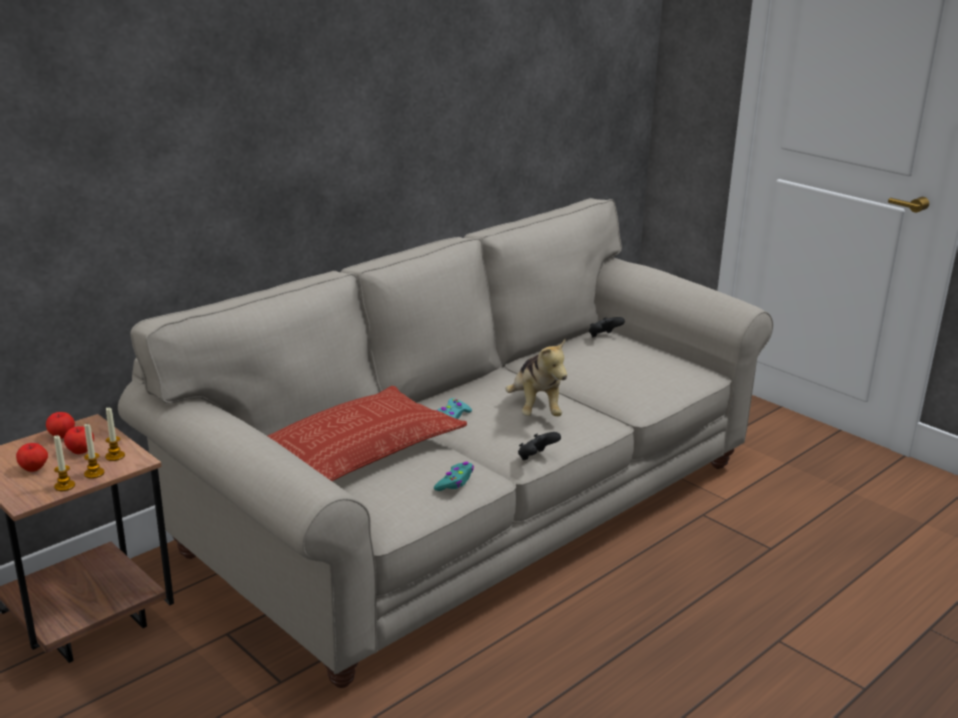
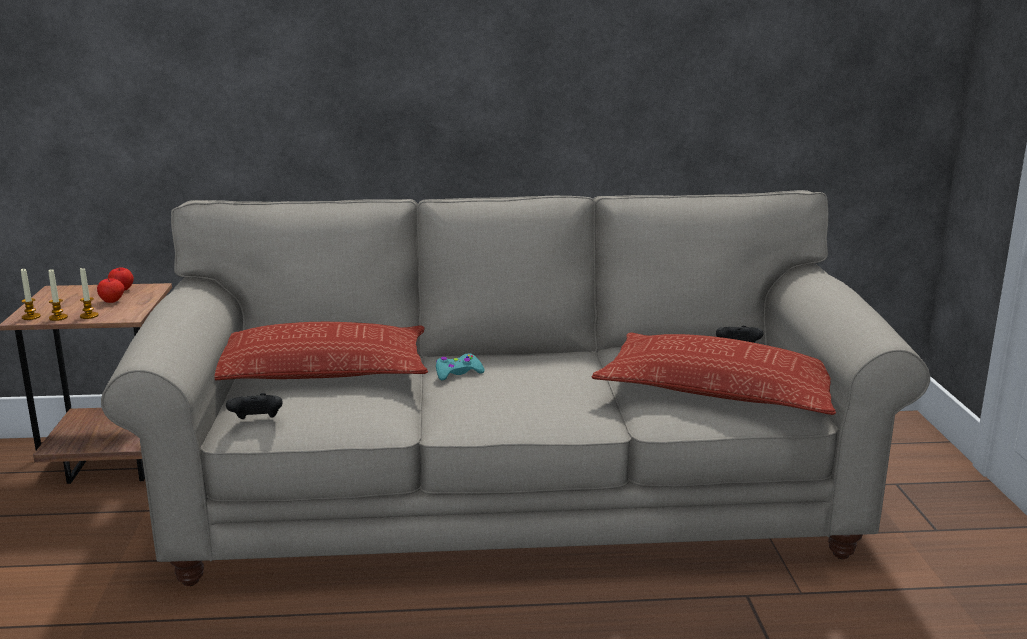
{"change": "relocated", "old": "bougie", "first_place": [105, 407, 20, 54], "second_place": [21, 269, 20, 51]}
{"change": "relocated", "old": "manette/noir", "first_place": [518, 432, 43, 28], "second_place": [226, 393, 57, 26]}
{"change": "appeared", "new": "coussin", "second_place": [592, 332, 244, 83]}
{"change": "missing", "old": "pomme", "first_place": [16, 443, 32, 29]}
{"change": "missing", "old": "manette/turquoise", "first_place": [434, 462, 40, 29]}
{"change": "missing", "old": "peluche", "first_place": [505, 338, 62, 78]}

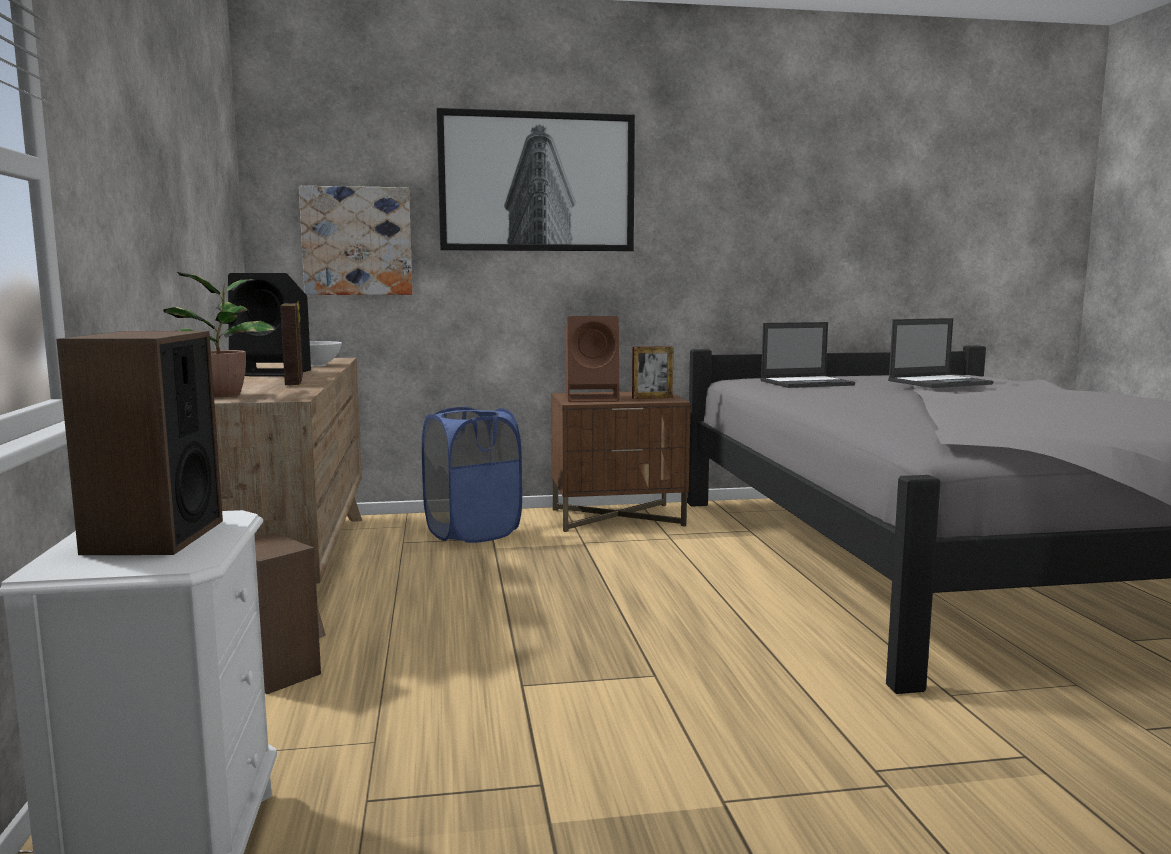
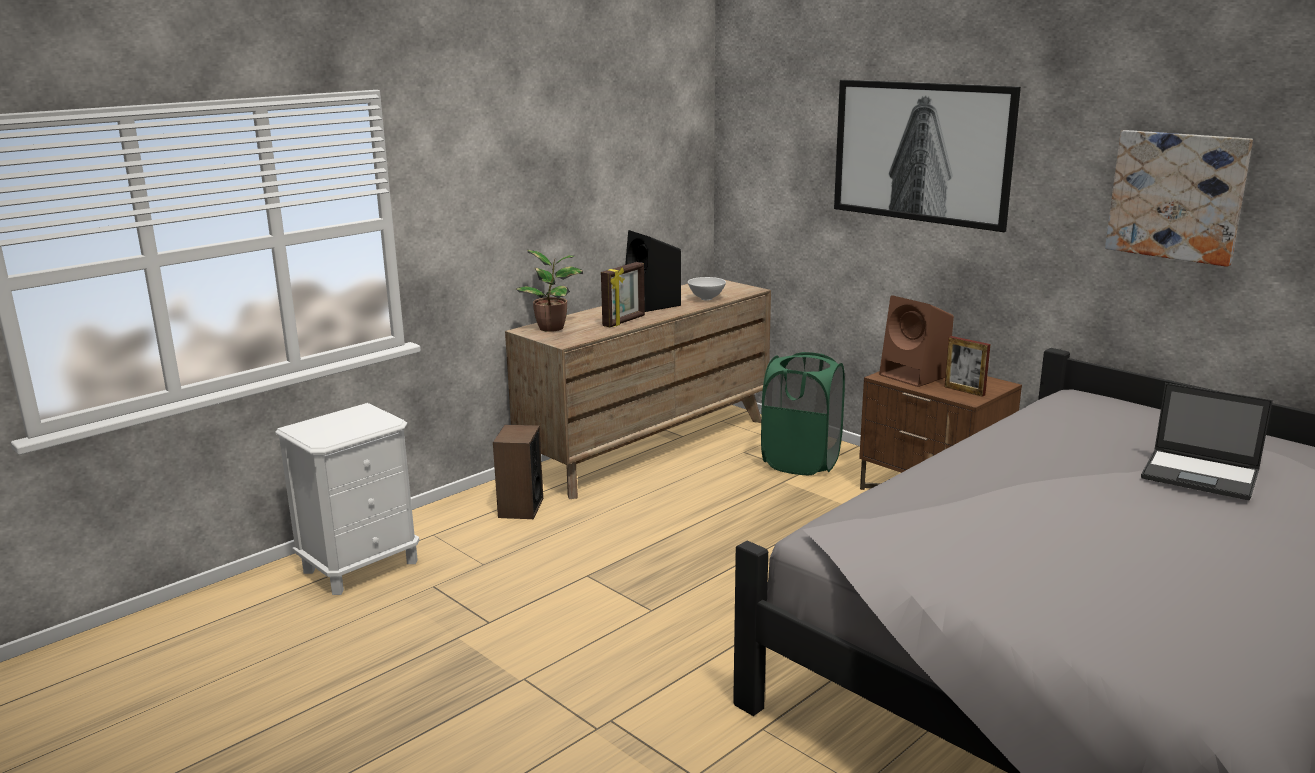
{"change": "colour", "old": "panier à linge/bleu", "new": "panier à linge/vert", "first_place": [422, 407, 100, 136], "second_place": [761, 352, 84, 123]}
{"change": "relocated", "old": "tableau", "first_place": [299, 186, 114, 109], "second_place": [1105, 130, 148, 137]}
{"change": "missing", "old": "enceinte", "first_place": [56, 331, 167, 224]}
{"change": "missing", "old": "ordinateur portable", "first_place": [760, 322, 95, 66]}

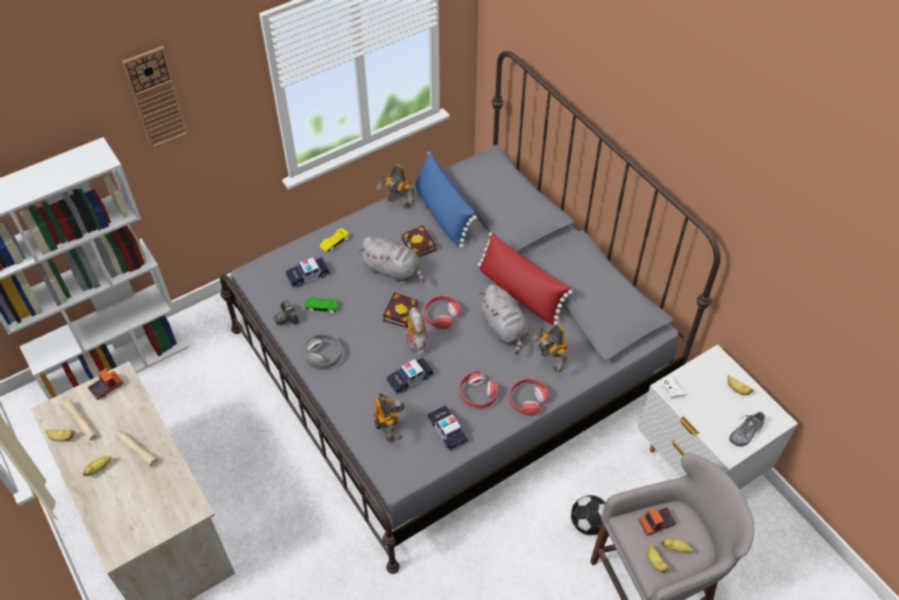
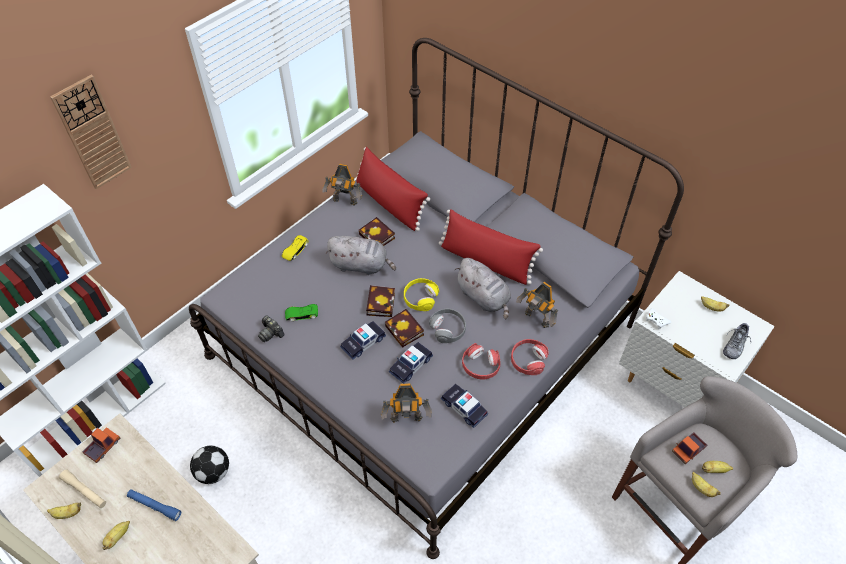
{"change": "colour", "old": "lampe de poche/beige", "new": "lampe de poche/bleu", "first_place": [115, 430, 43, 37], "second_place": [127, 489, 54, 32]}
{"change": "relocated", "old": "ballon de foot", "first_place": [571, 495, 34, 40], "second_place": [190, 445, 39, 39]}
{"change": "relocated", "old": "petite voiture", "first_place": [286, 257, 44, 31], "second_place": [340, 321, 46, 39]}
{"change": "colour", "old": "coussin/bleu", "new": "coussin/rouge", "first_place": [415, 152, 62, 96], "second_place": [356, 147, 74, 84]}
{"change": "spun", "old": "robot jouet", "first_place": [374, 393, 31, 50], "second_place": [381, 383, 51, 40], "degrees": 120}
{"change": "exchanged", "old": "peluche", "new": "livre", "first_place": [404, 307, 25, 49], "second_place": [385, 309, 39, 39]}
{"change": "colour", "old": "casque audio/rouge", "new": "casque audio/jaune", "first_place": [424, 295, 37, 35], "second_place": [404, 278, 35, 33]}
{"change": "relocated", "old": "casque audio/gris", "first_place": [306, 334, 36, 35], "second_place": [429, 308, 37, 35]}

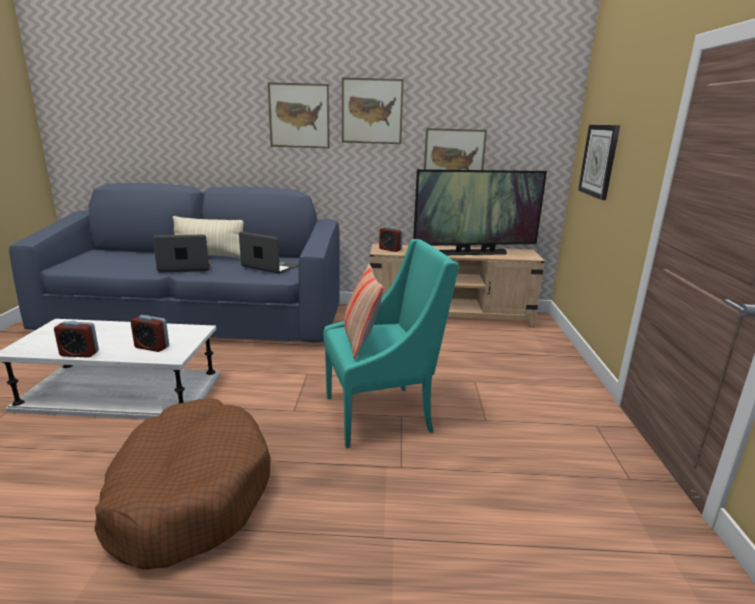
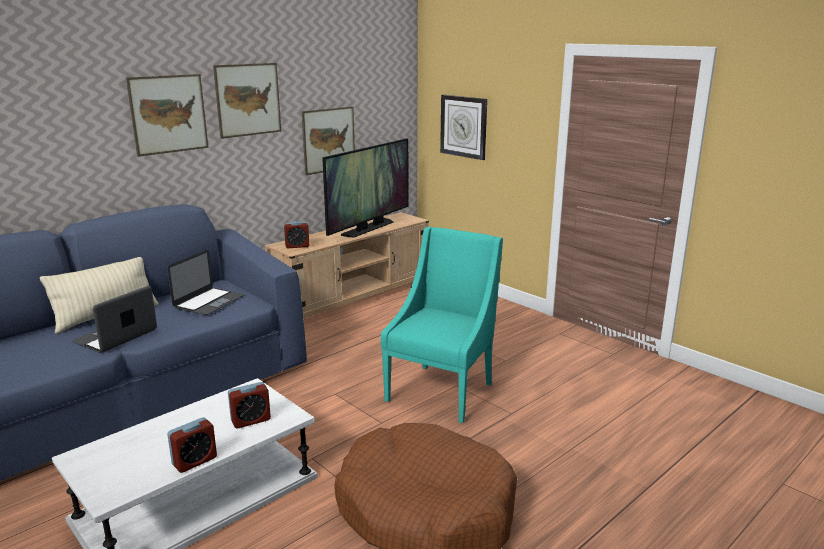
{"change": "spun", "old": "ordinateur portable", "first_place": [239, 232, 59, 42], "second_place": [167, 250, 77, 65], "degrees": 135}
{"change": "missing", "old": "coussin", "first_place": [344, 264, 40, 95]}

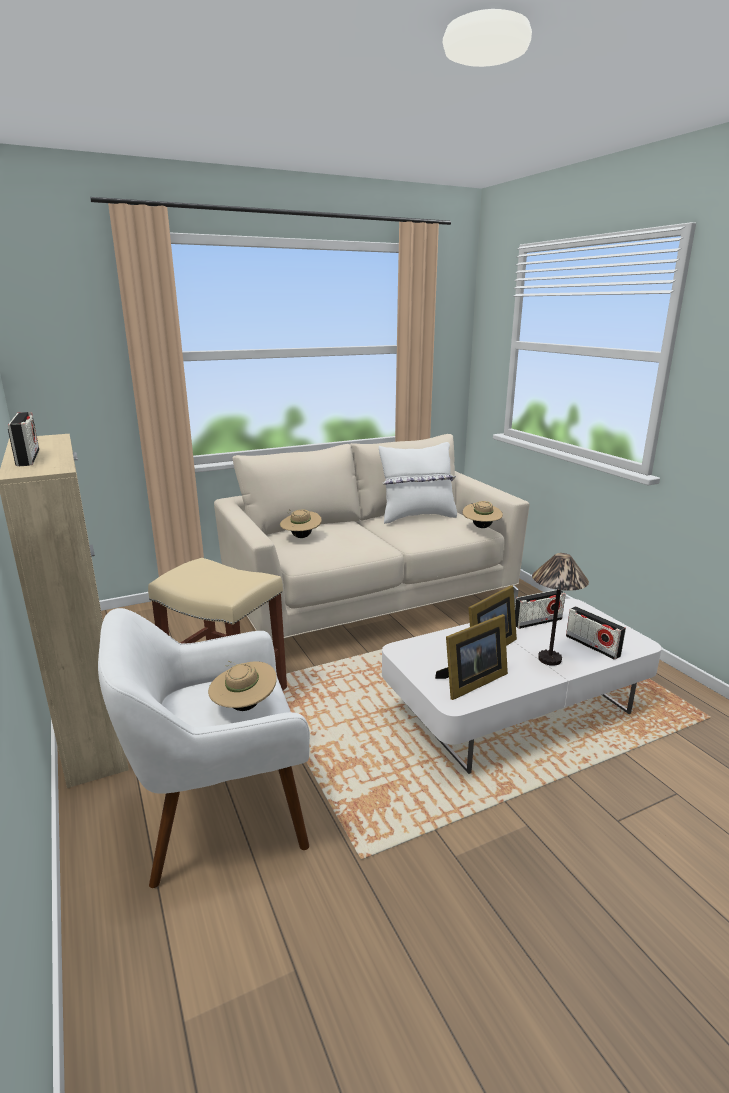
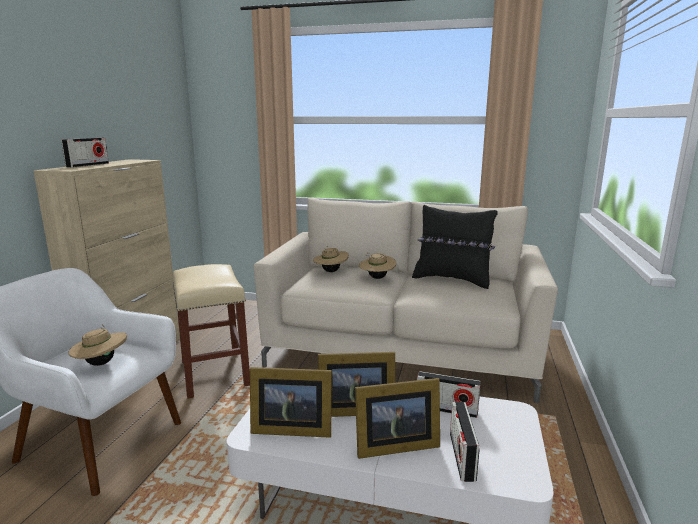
{"change": "exchanged", "old": "lampe de table", "new": "cadre photo", "first_place": [532, 553, 57, 113], "second_place": [355, 378, 85, 81]}
{"change": "relocated", "old": "chapeau/beige", "first_place": [463, 501, 40, 27], "second_place": [359, 253, 37, 26]}
{"change": "colour", "old": "coussin/blanc", "new": "coussin/noir", "first_place": [379, 442, 78, 82], "second_place": [412, 205, 86, 84]}

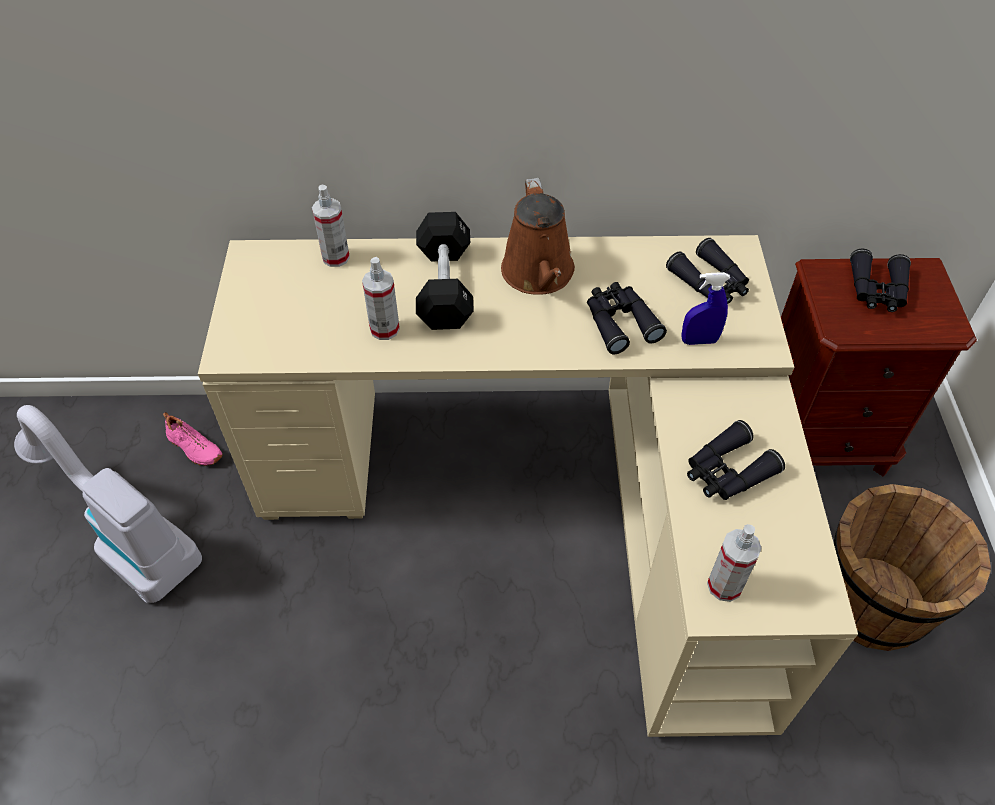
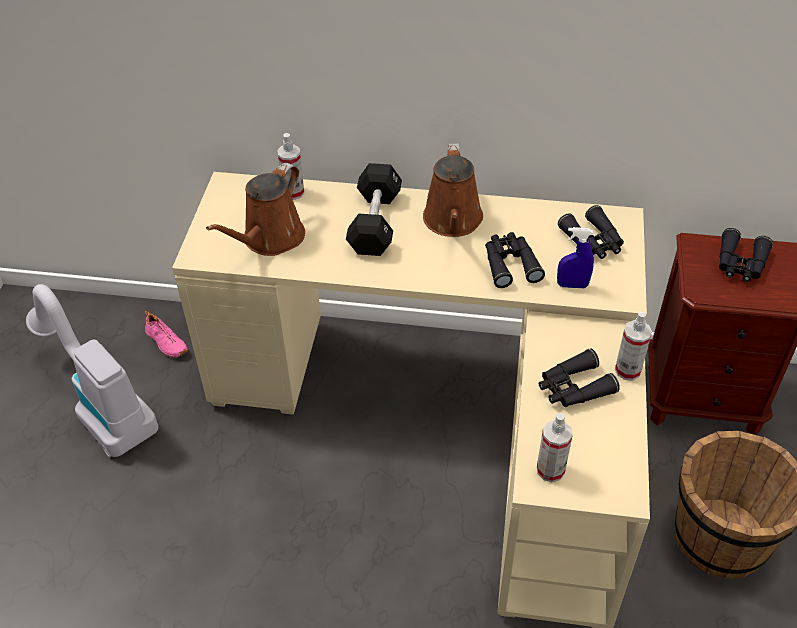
{"change": "appeared", "new": "arrosoir/marron", "second_place": [206, 163, 99, 93]}
{"change": "relocated", "old": "vaporisateur", "first_place": [362, 257, 38, 83], "second_place": [615, 311, 37, 70]}

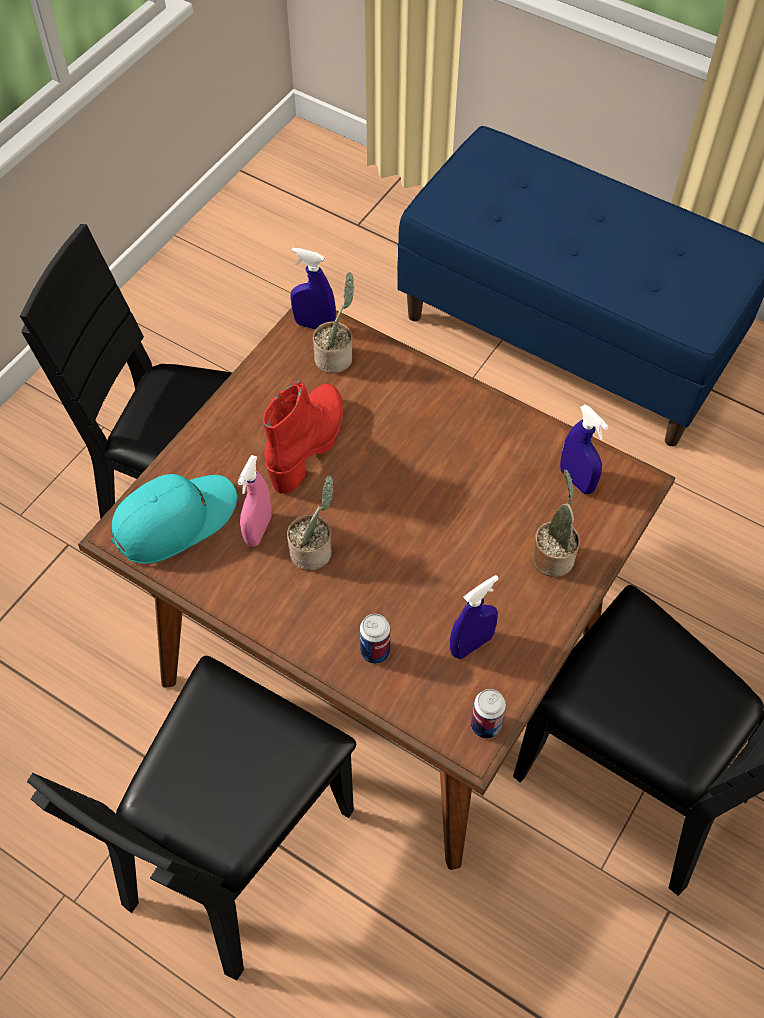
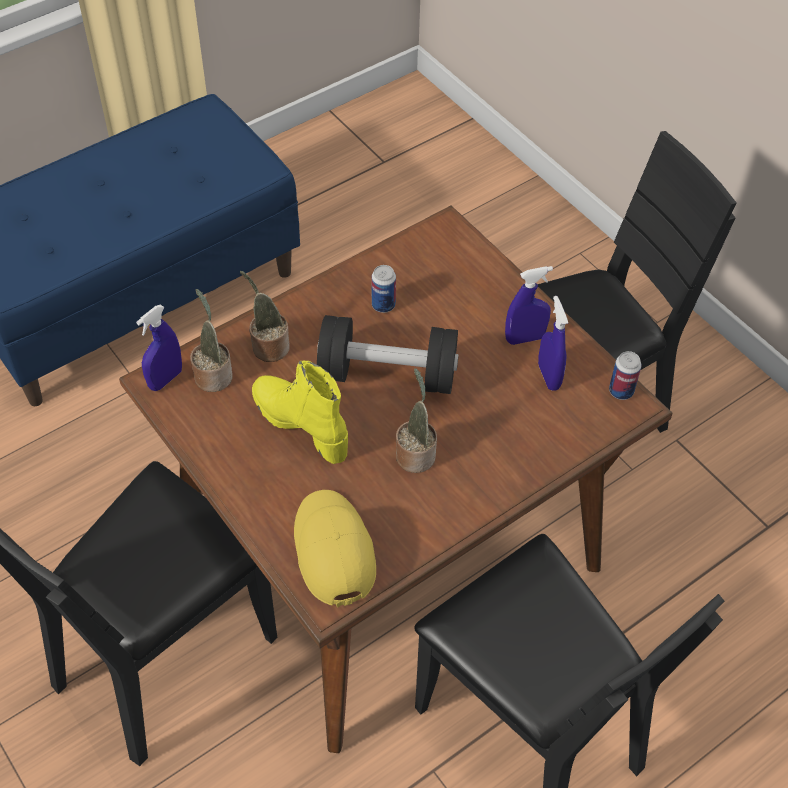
{"change": "relocated", "old": "plante en pot", "first_place": [532, 469, 48, 108], "second_place": [240, 271, 49, 91]}
{"change": "colour", "old": "botte/rouge", "new": "botte/jaune", "first_place": [263, 381, 80, 113], "second_place": [252, 361, 96, 103]}
{"change": "colour", "old": "casquette/turquoise", "new": "casquette/jaune", "first_place": [111, 474, 126, 90], "second_place": [294, 490, 82, 118]}
{"change": "appeared", "new": "haltère/noir", "second_place": [317, 315, 142, 79]}
{"change": "relocated", "old": "boîte métallique", "first_place": [360, 614, 30, 50], "second_place": [372, 265, 24, 48]}
{"change": "relocated", "old": "vaporisateur/bleu", "first_place": [560, 405, 49, 89], "second_place": [505, 266, 48, 79]}
{"change": "missing", "old": "vaporisateur/rose", "first_place": [238, 455, 34, 92]}

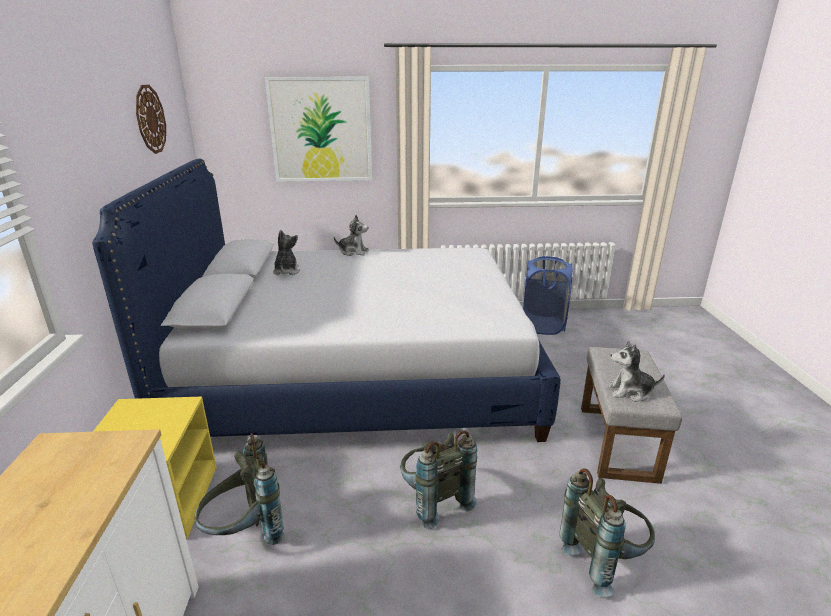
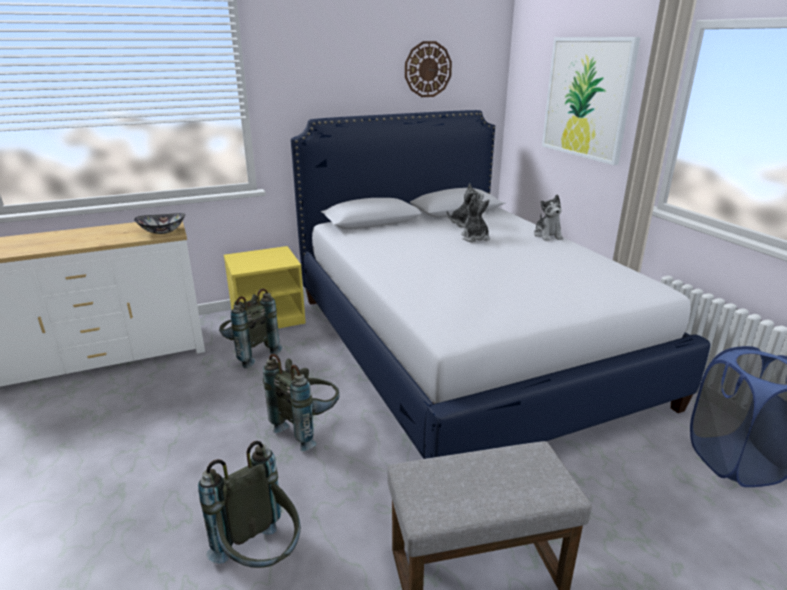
{"change": "appeared", "new": "bol", "second_place": [134, 213, 51, 21]}
{"change": "relocated", "old": "peluche", "first_place": [608, 341, 57, 61], "second_place": [461, 195, 29, 47]}

